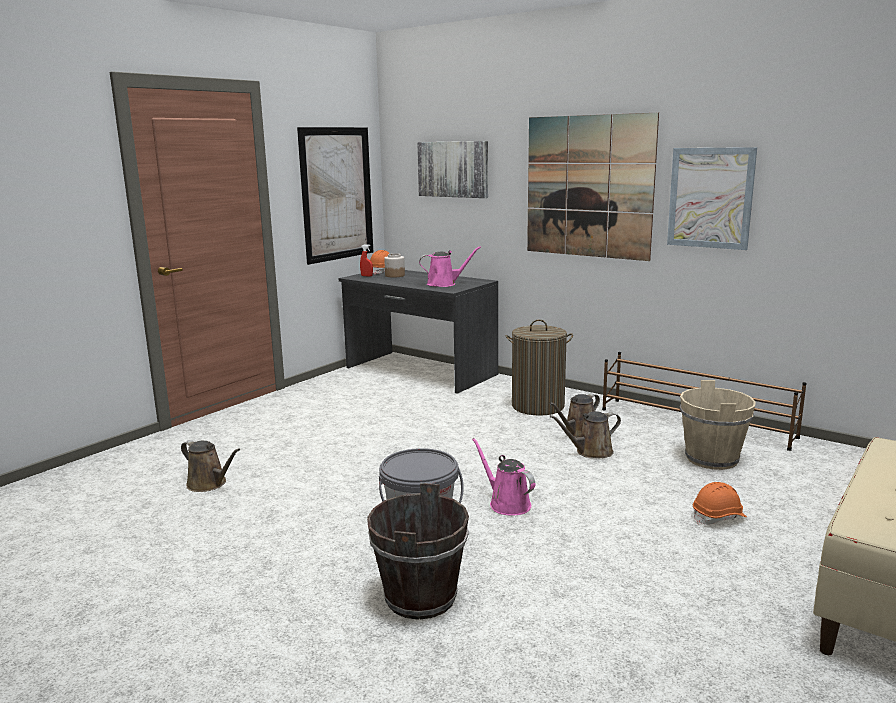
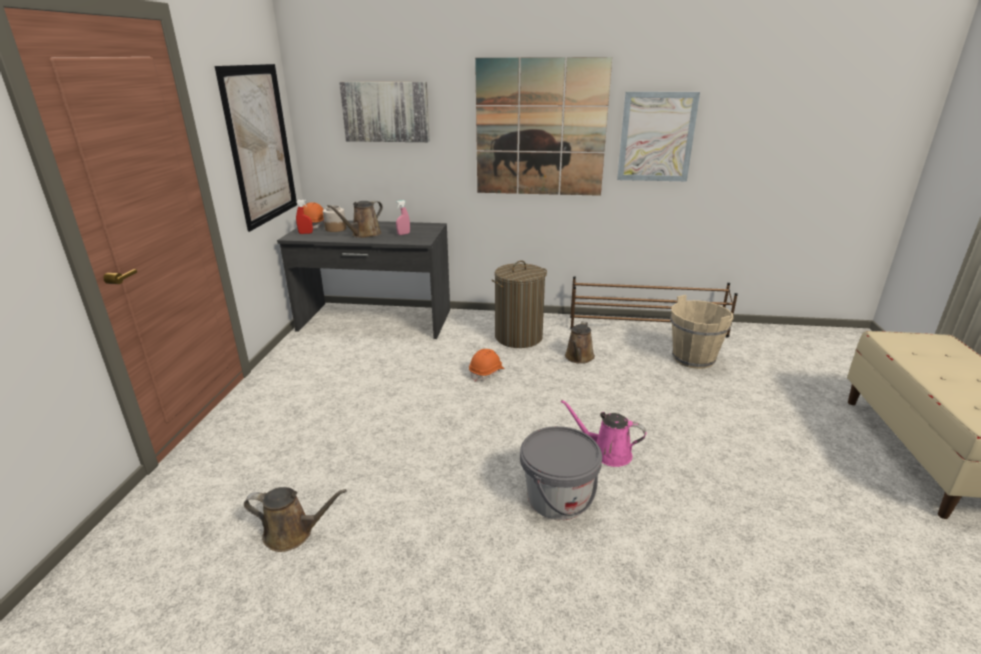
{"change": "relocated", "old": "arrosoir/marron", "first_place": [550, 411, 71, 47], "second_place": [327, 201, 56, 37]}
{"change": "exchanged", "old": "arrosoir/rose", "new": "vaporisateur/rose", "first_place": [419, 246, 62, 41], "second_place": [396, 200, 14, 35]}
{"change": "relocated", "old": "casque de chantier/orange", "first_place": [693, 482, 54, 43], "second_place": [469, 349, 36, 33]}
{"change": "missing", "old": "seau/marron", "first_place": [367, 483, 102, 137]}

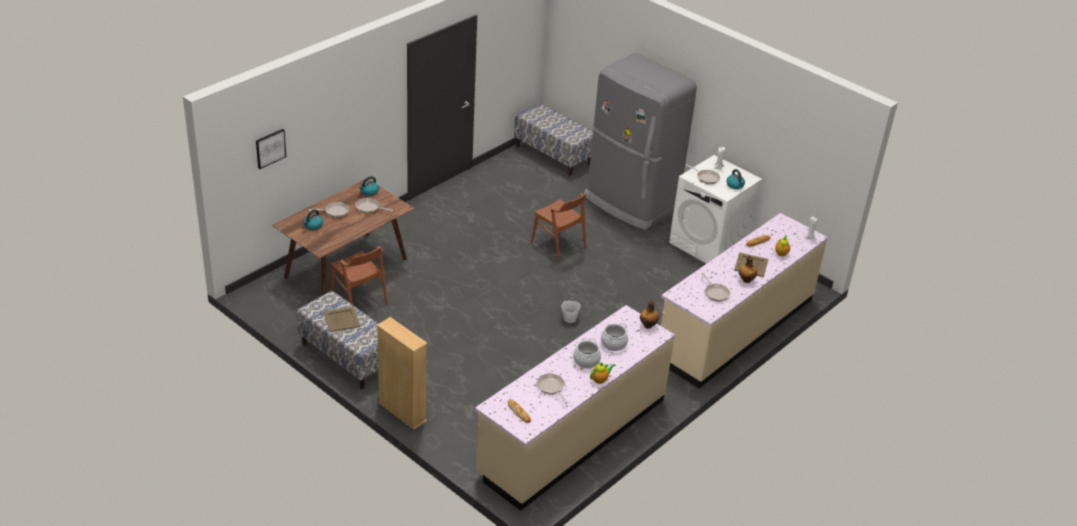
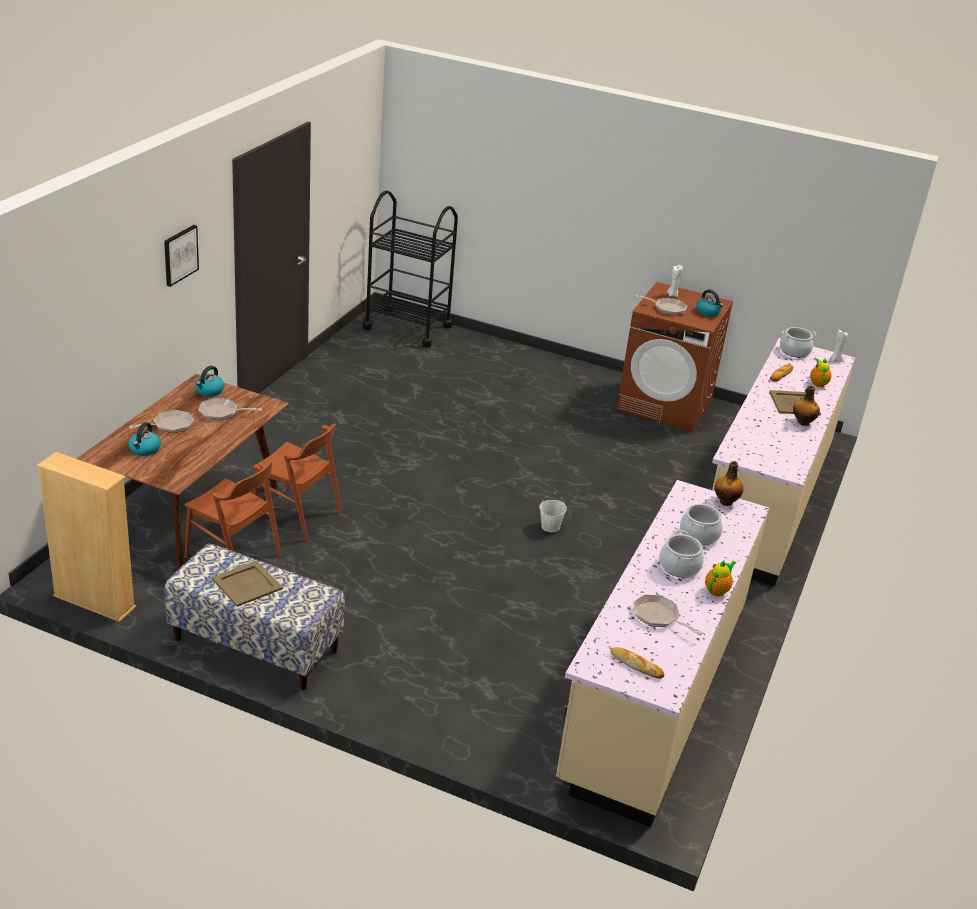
{"change": "relocated", "old": "bibliothèque/beige", "first_place": [377, 317, 51, 113], "second_place": [37, 452, 99, 170]}
{"change": "relocated", "old": "tableau", "first_place": [256, 129, 30, 40], "second_place": [164, 225, 35, 62]}
{"change": "relocated", "old": "chaise/marron", "first_place": [531, 193, 56, 69], "second_place": [253, 424, 88, 118]}
{"change": "exchanged", "old": "banc", "new": "chariot/noir", "first_place": [514, 103, 79, 73], "second_place": [363, 190, 95, 158]}
{"change": "colour", "old": "lave-linge/blanc", "new": "lave-linge/marron", "first_place": [669, 155, 93, 109], "second_place": [616, 282, 117, 150]}
{"change": "appeared", "new": "marmite", "second_place": [780, 327, 37, 31]}
{"change": "missing", "old": "réfrigérateur/gris", "first_place": [584, 53, 113, 177]}
{"change": "missing", "old": "poêle", "first_place": [701, 273, 30, 29]}

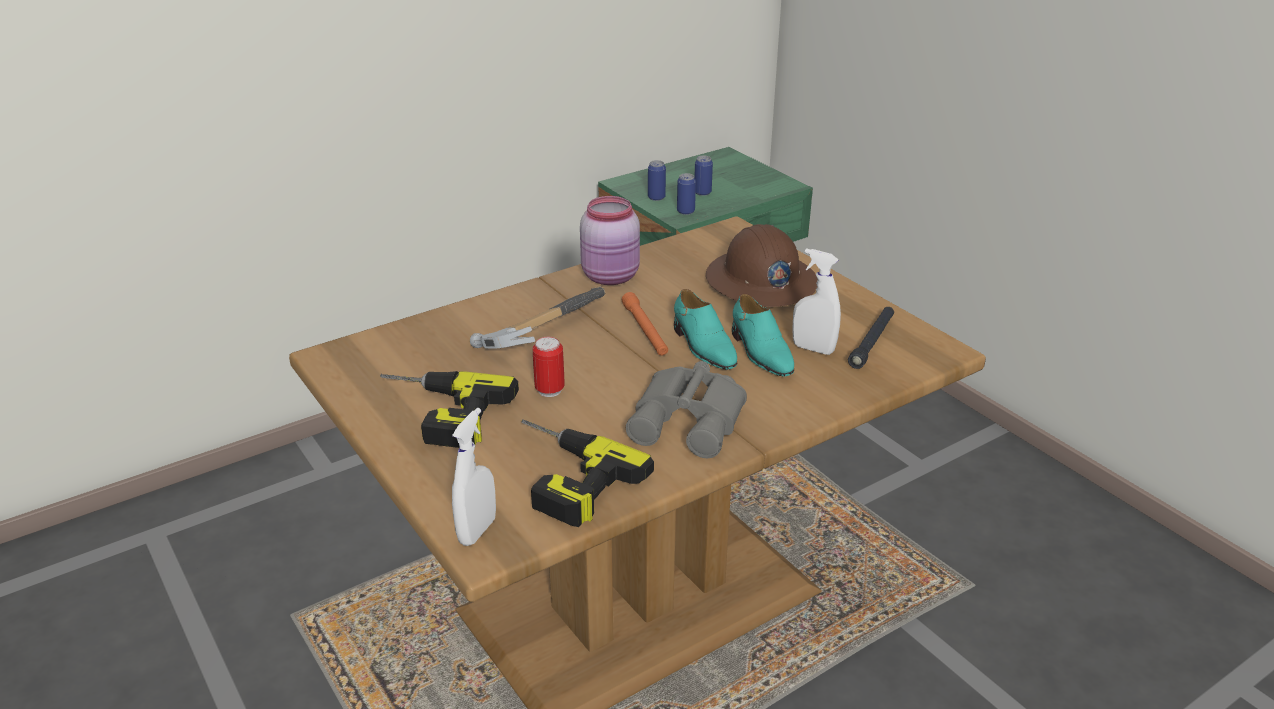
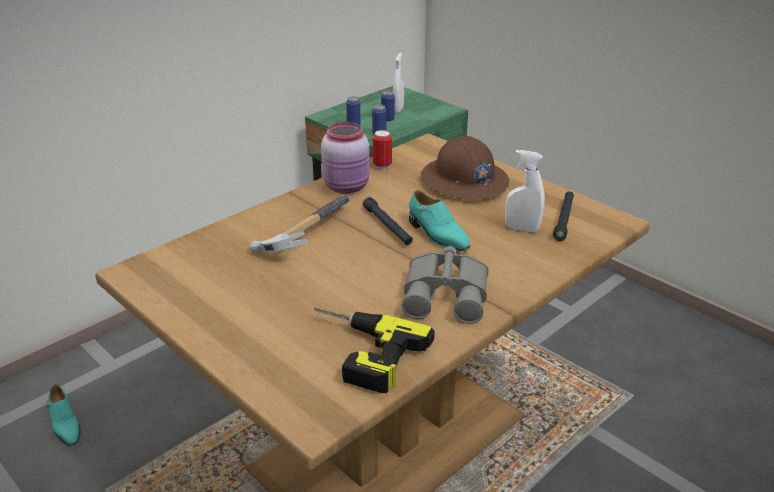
{"change": "relocated", "old": "chaussure/turquoise", "first_place": [732, 294, 62, 83], "second_place": [46, 385, 35, 61]}
{"change": "colour", "old": "lampe de poche/orange", "new": "lampe de poche/noir", "first_place": [622, 292, 46, 64], "second_place": [363, 197, 50, 48]}
{"change": "relocated", "old": "boîte métallique", "first_place": [533, 337, 32, 60], "second_place": [373, 130, 19, 40]}
{"change": "relocated", "old": "vaporisateur/blanc", "first_place": [452, 408, 44, 138], "second_place": [393, 52, 11, 61]}
{"change": "missing", "old": "perceuse", "first_place": [380, 371, 139, 77]}

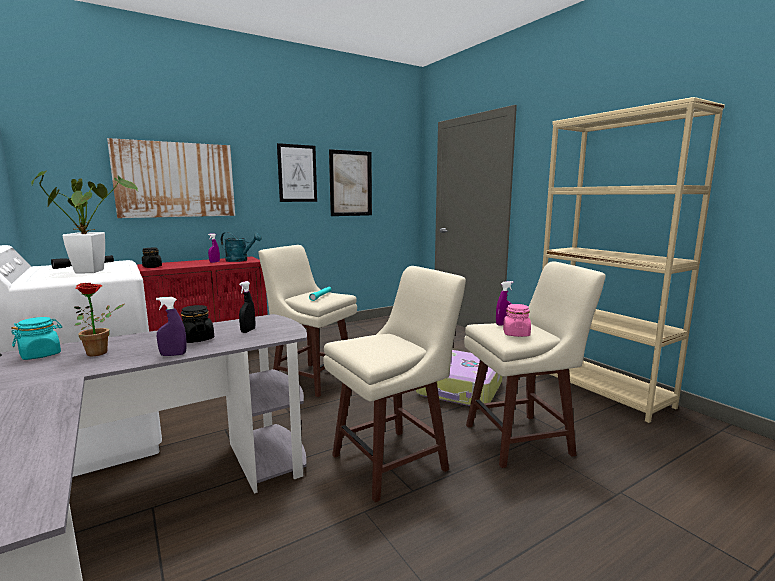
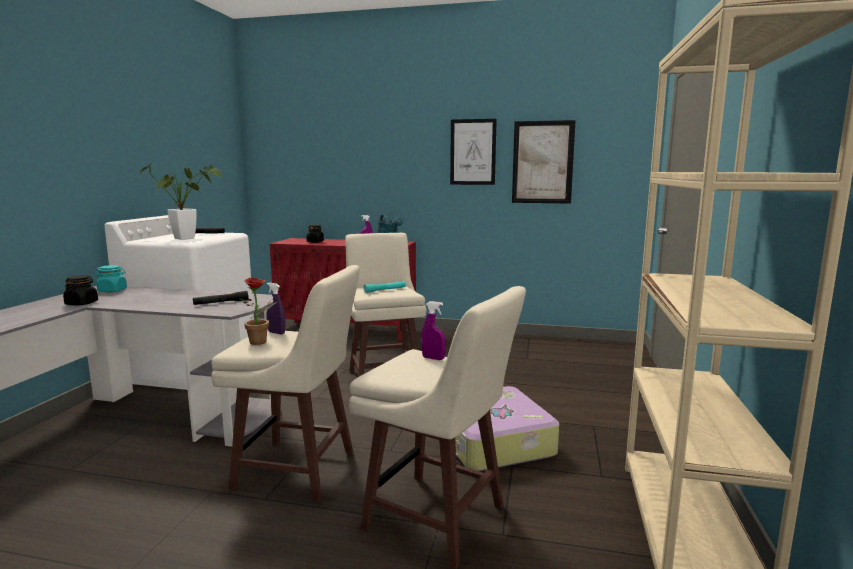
{"change": "relocated", "old": "bocal/noir", "first_place": [181, 305, 33, 38], "second_place": [63, 275, 35, 31]}
{"change": "exchanged", "old": "vaporisateur/noir", "new": "lampe de poche/noir", "first_place": [239, 281, 17, 52], "second_place": [193, 291, 56, 14]}
{"change": "relocated", "old": "plante en pot", "first_place": [74, 283, 51, 73], "second_place": [239, 278, 38, 67]}
{"change": "relocated", "old": "vaporisateur/violet", "first_place": [156, 297, 31, 59], "second_place": [266, 283, 19, 51]}
{"change": "missing", "old": "tableau", "first_place": [107, 138, 128, 80]}
{"change": "missing", "old": "bocal/rose", "first_place": [503, 304, 28, 33]}

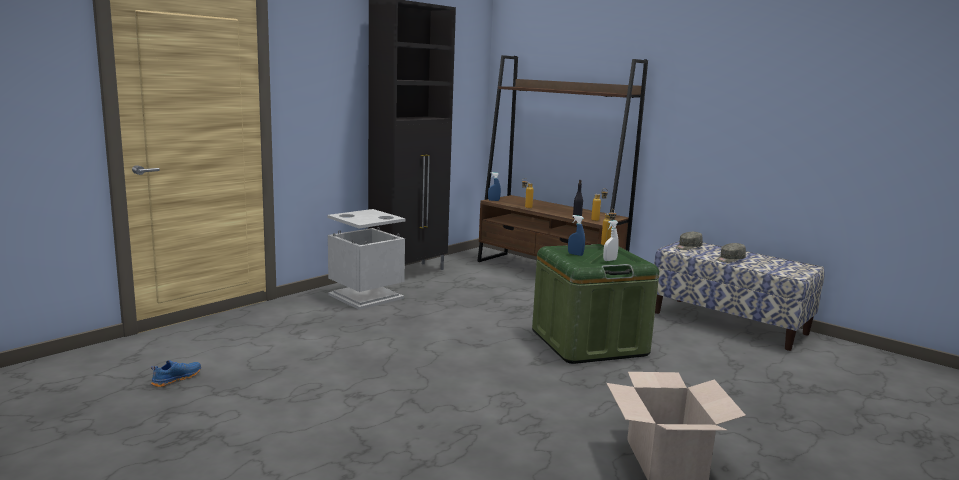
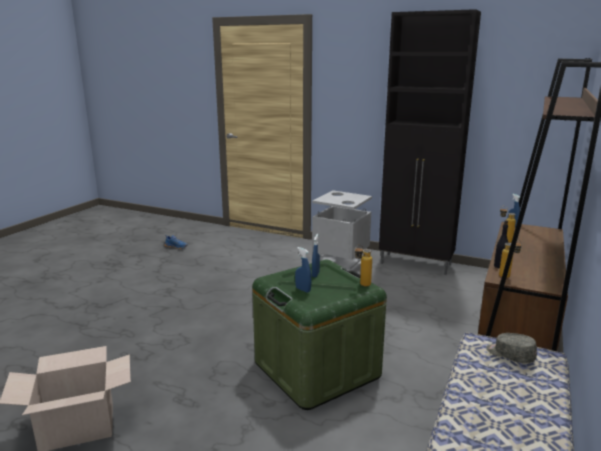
{"change": "colour", "old": "vaporisateur/blanc", "new": "vaporisateur/bleu", "first_place": [603, 220, 16, 41], "second_place": [295, 247, 17, 46]}
{"change": "missing", "old": "casquette/gris", "first_place": [717, 243, 29, 20]}

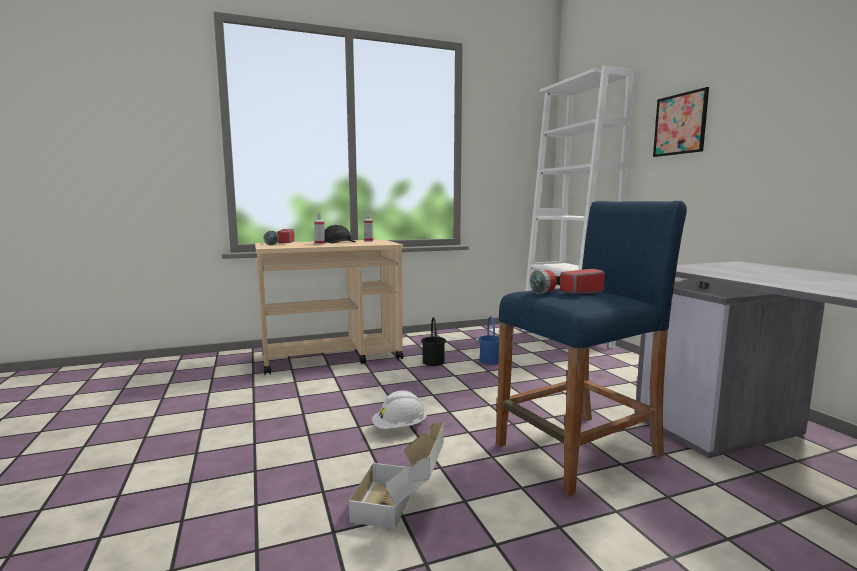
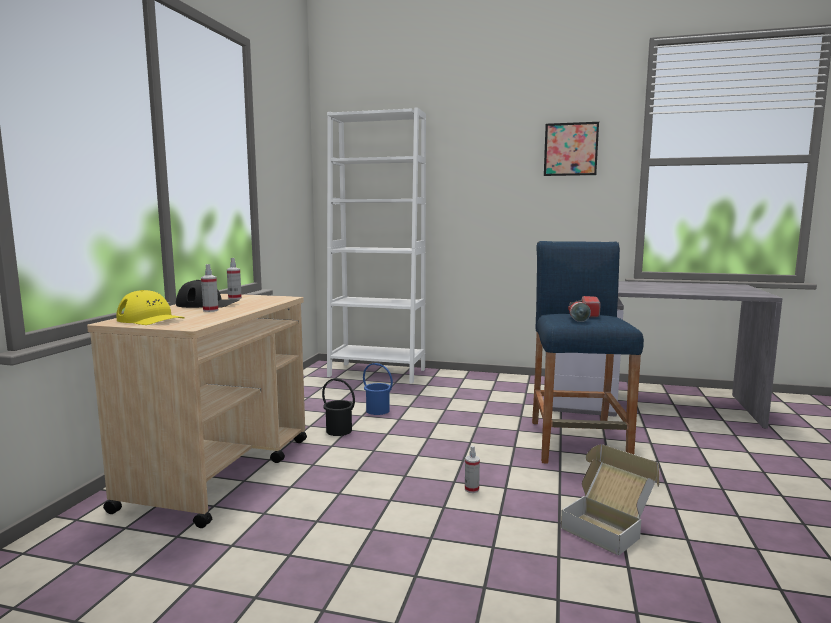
{"change": "exchanged", "old": "lampe de poche", "new": "casquette/jaune", "first_place": [263, 229, 31, 17], "second_place": [116, 290, 69, 35]}
{"change": "exchanged", "old": "casque de chantier/blanc", "new": "vaporisateur", "first_place": [372, 390, 55, 39], "second_place": [465, 446, 15, 47]}
{"change": "relocated", "old": "tableau", "first_place": [653, 87, 56, 70], "second_place": [544, 122, 55, 54]}

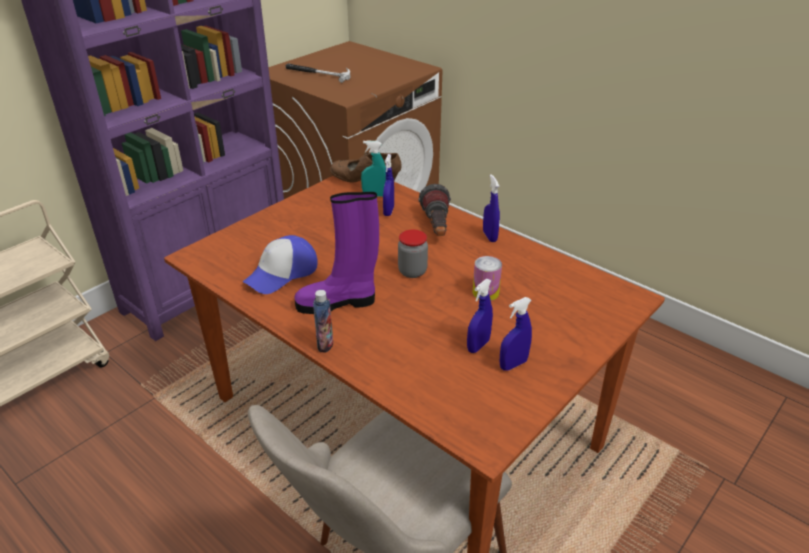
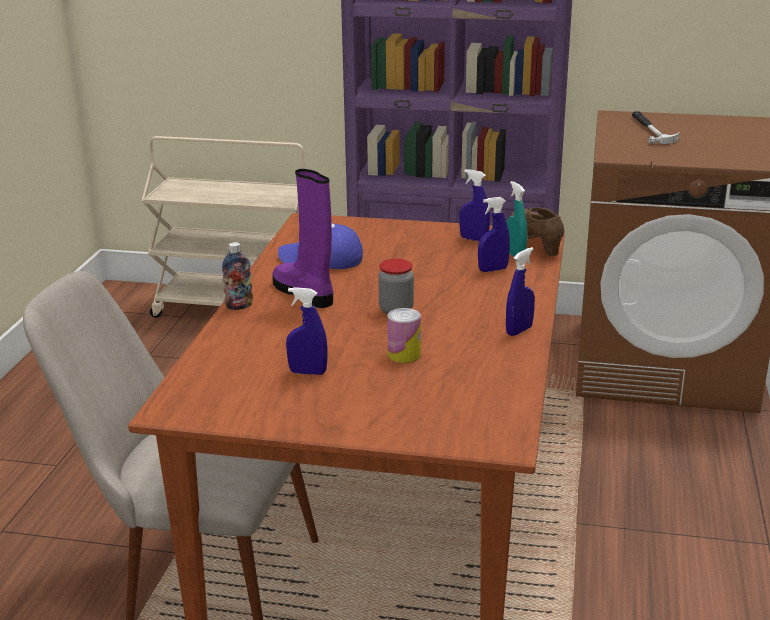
{"change": "relocated", "old": "vaporisateur/bleu", "first_place": [500, 297, 32, 74], "second_place": [459, 169, 31, 72]}
{"change": "missing", "old": "lampe de poche", "first_place": [418, 184, 33, 52]}

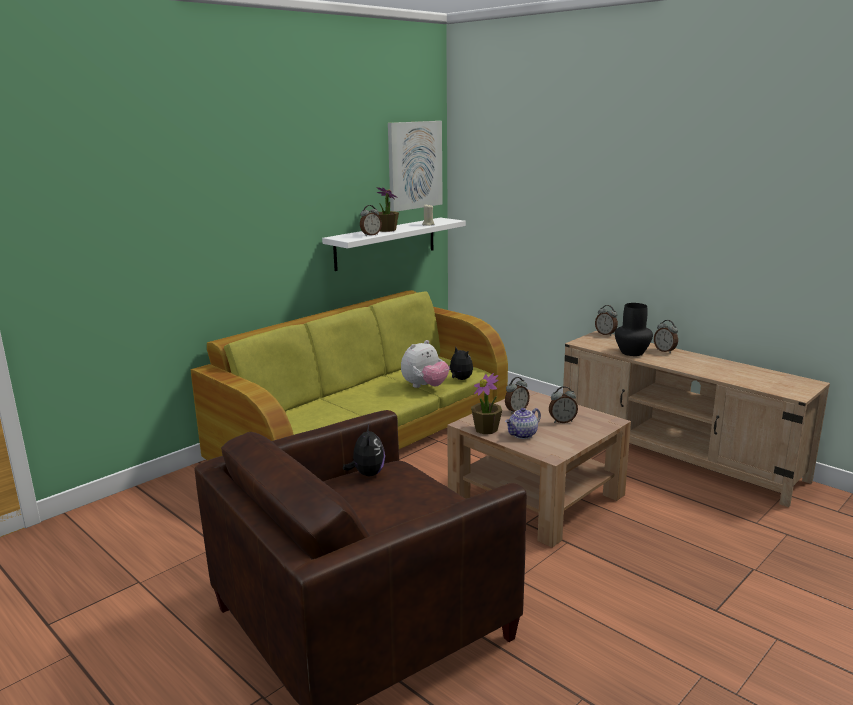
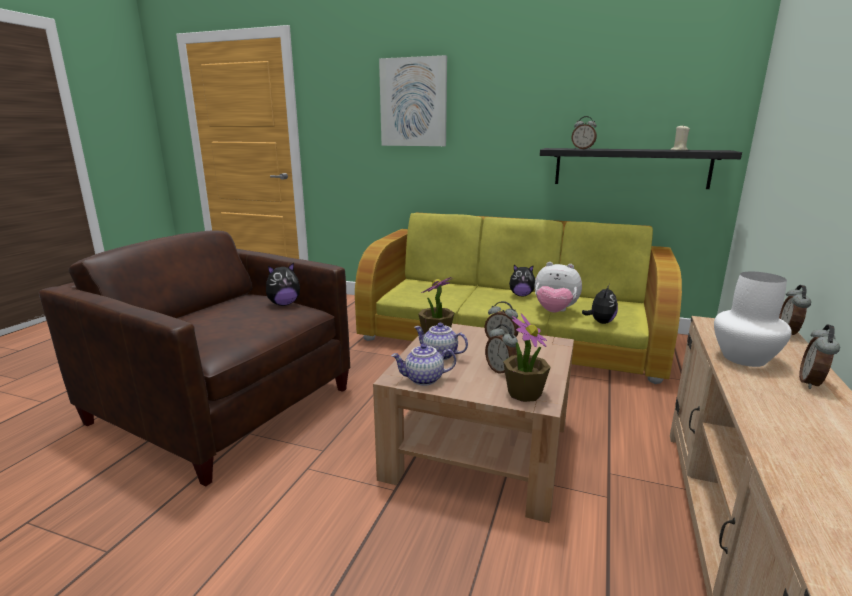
{"change": "relocated", "old": "tableau", "first_place": [388, 121, 55, 91], "second_place": [379, 55, 68, 91]}
{"change": "appeared", "new": "théière", "second_place": [391, 344, 65, 42]}
{"change": "relocated", "old": "plante en pot", "first_place": [376, 187, 23, 45], "second_place": [503, 314, 48, 88]}
{"change": "appeared", "new": "peluche", "second_place": [509, 265, 26, 31]}
{"change": "colour", "old": "étagère/blanc", "new": "étagère/noir", "first_place": [322, 218, 144, 53], "second_place": [540, 148, 202, 41]}
{"change": "colour", "old": "vase/noir", "new": "vase/blanc", "first_place": [615, 303, 38, 53], "second_place": [714, 272, 78, 95]}

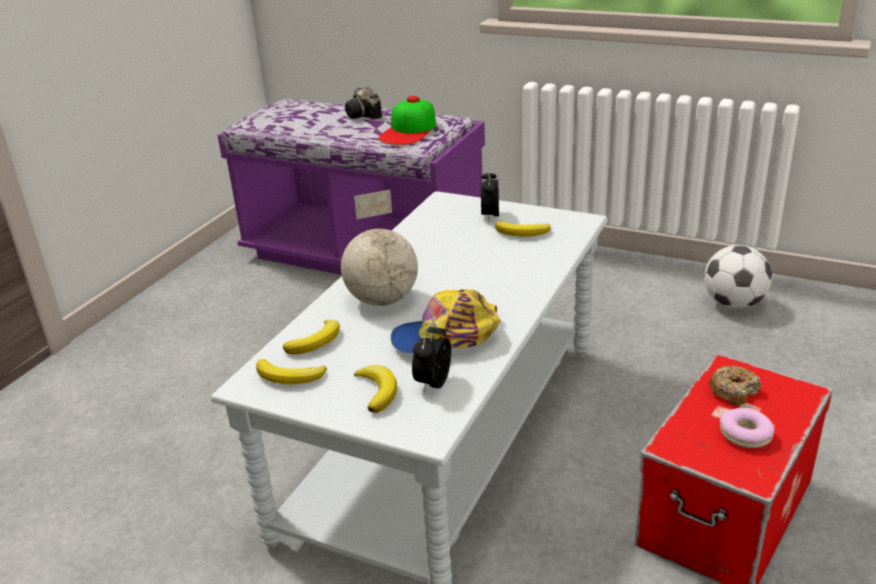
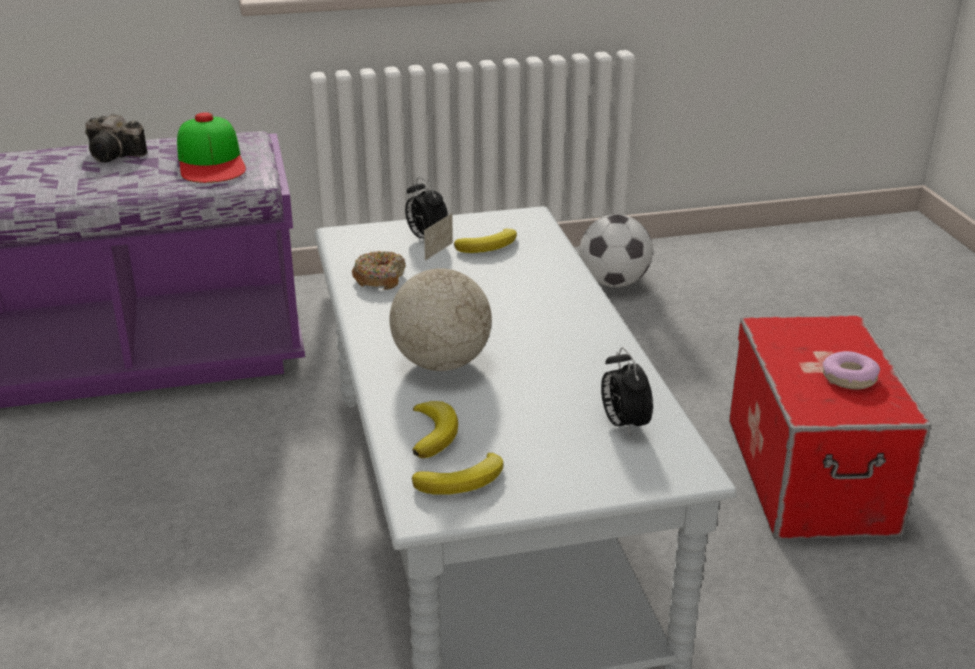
{"change": "relocated", "old": "beignet", "first_place": [709, 365, 52, 40], "second_place": [352, 251, 54, 39]}
{"change": "missing", "old": "banane", "first_place": [354, 365, 43, 48]}
{"change": "missing", "old": "casquette", "first_place": [391, 289, 109, 65]}

